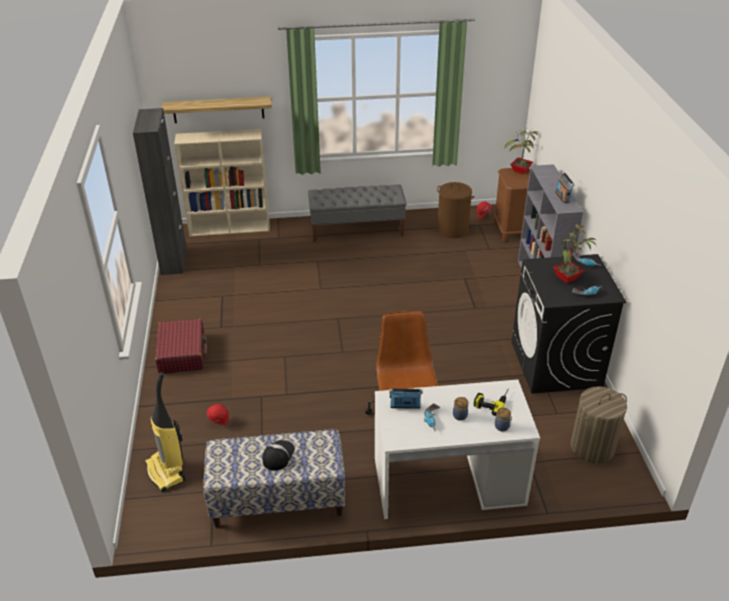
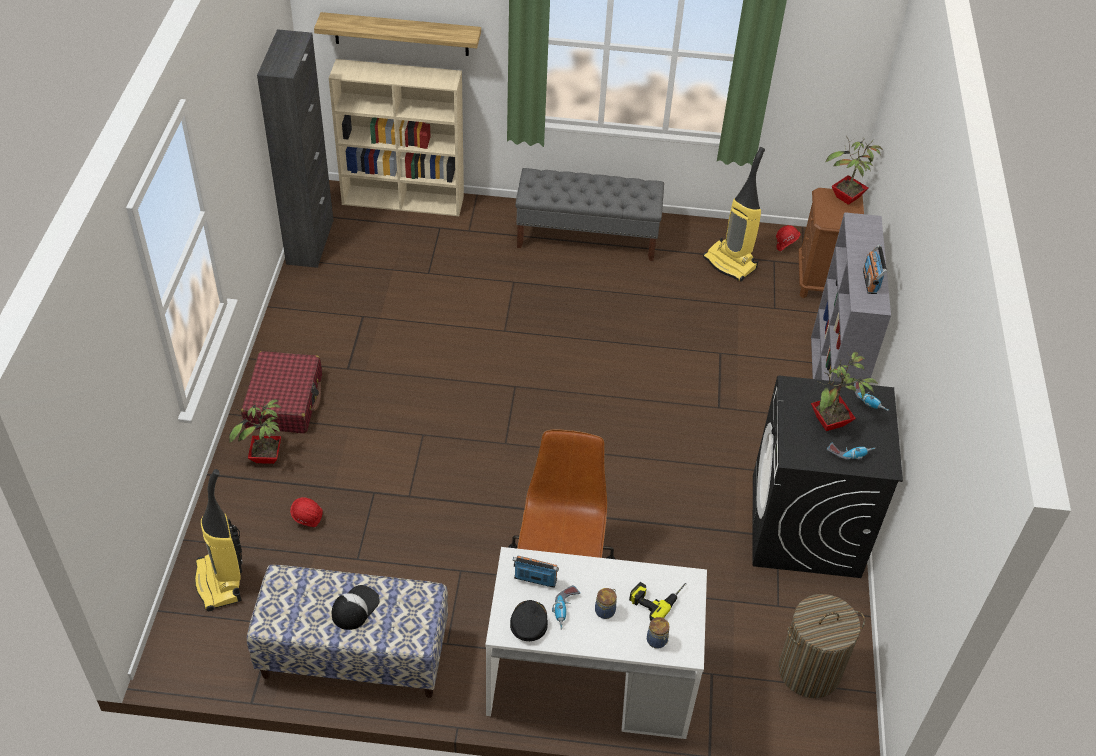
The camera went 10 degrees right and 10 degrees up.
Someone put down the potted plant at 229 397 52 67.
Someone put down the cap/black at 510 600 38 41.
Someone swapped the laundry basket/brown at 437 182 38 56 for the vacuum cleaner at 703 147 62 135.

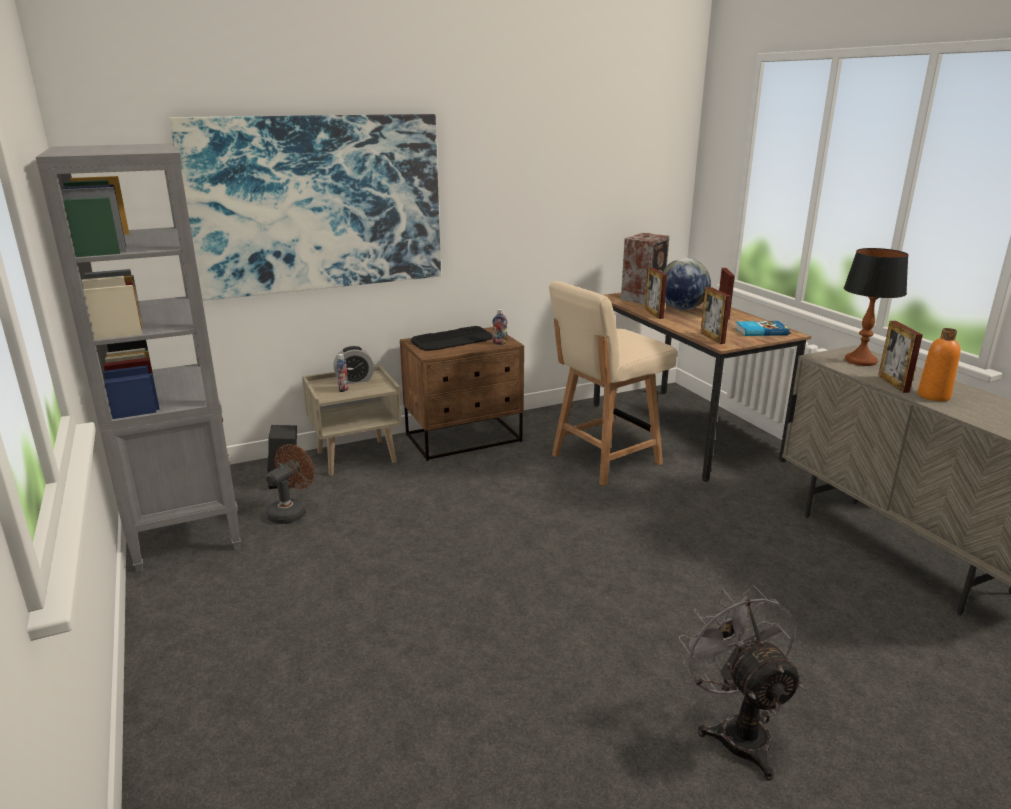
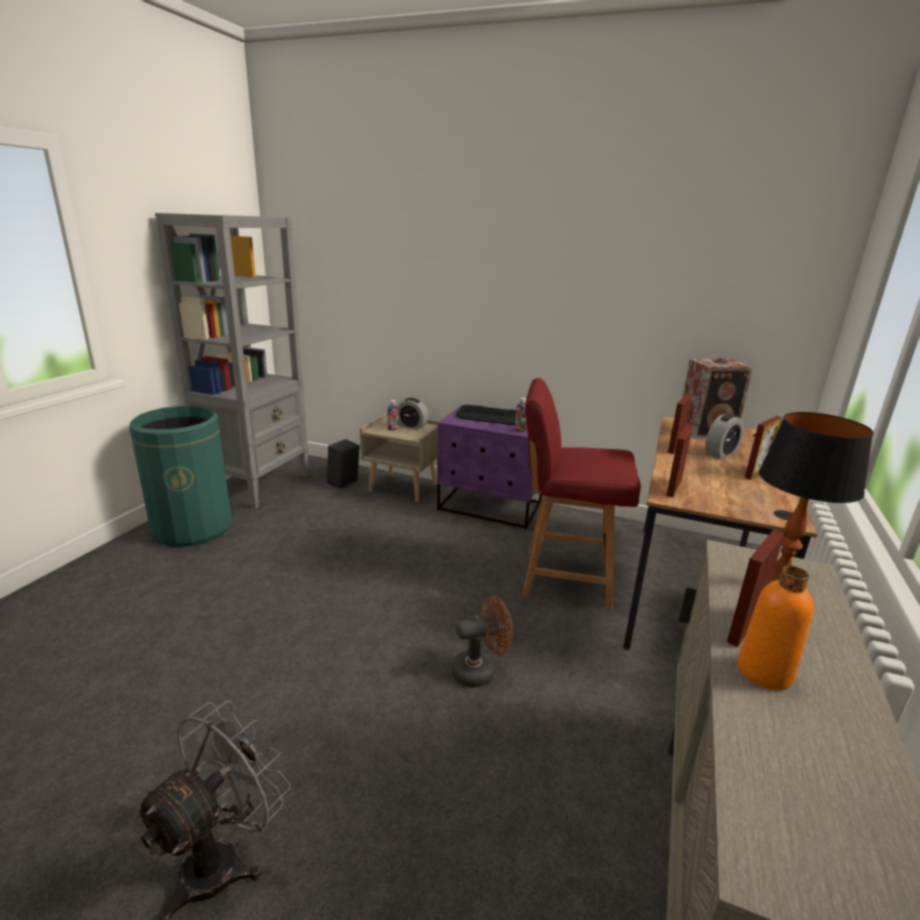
The camera went 45 degrees right and 0 degrees up.
Someone took away the picture at 169 114 272 187.
Someone took away the book at 735 321 54 15.
Someone put down the trash can/green at 129 406 103 141.
Someone carried the fan/brown from 266 444 49 80 to 452 596 61 92.
Someone swapped the globe at 662 258 49 52 for the alarm clock at 705 414 39 44.
Someone repainted the nightstand/brown at 400 327 124 134, which became the nightstand/purple at 437 405 105 125.
Someone repainted the chair/beige at 549 281 128 205, which became the chair/red at 522 378 119 231.

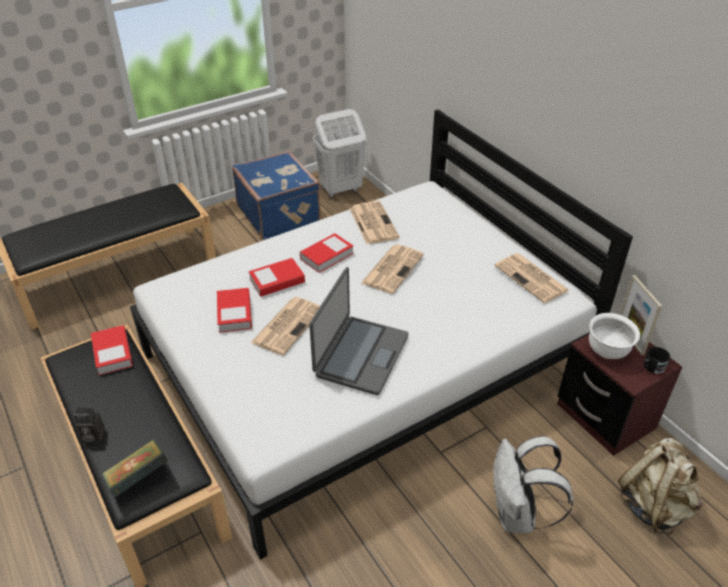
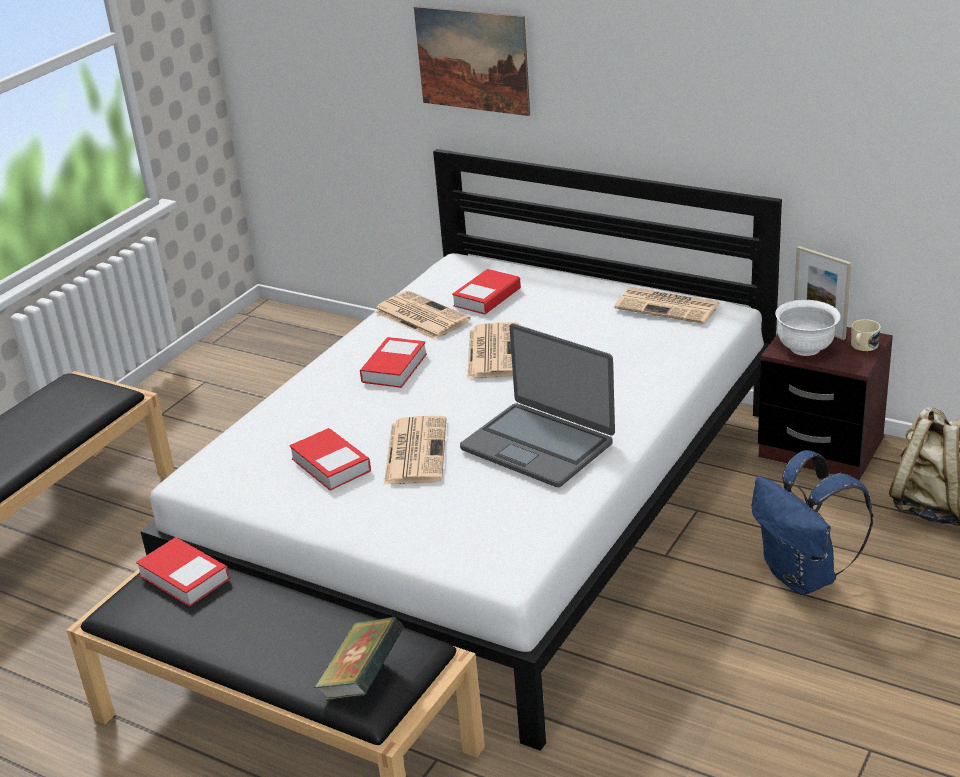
The camera went 25 degrees left and 10 degrees down.
Someone took away the photo camera at 73 407 32 35.
Someone took away the suitcase/blue at 232 151 89 89.
Someone took away the laundry basket/white at 313 109 54 89.
Someone put up the picture at 414 6 116 110.
Someone carried the book from 249 258 56 39 to 452 269 69 46.
Someone repainted the backpack/white at 493 436 80 97, which became the backpack/blue at 752 450 121 145.
Someone repainted the mug/black at 644 347 26 27, which became the mug/beige at 851 319 30 32.
Someone rotated the laptop at 309 267 100 128 by 135 degrees clockwise.

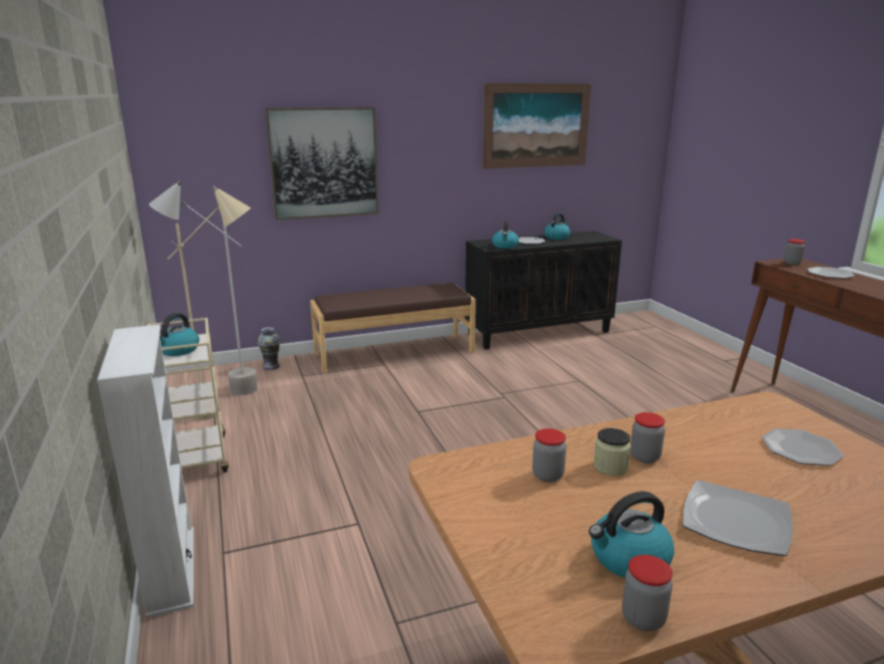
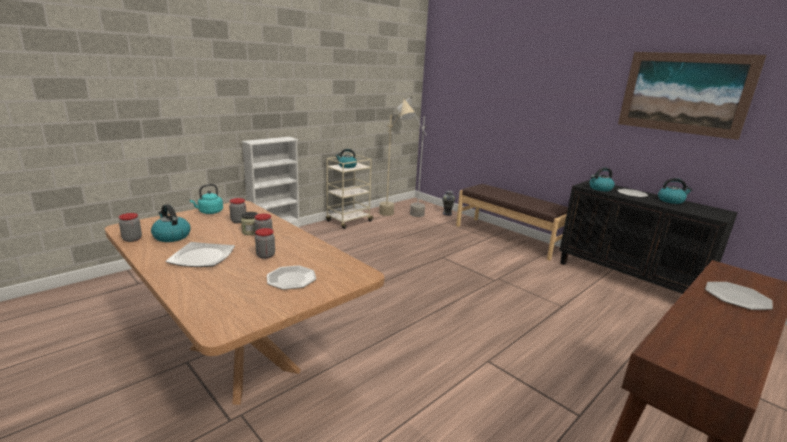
The camera went 65 degrees right and 0 degrees up.
Someone took away the picture at 265 107 114 113.
Someone put down the kettle/turquoise at 190 184 33 30.
Someone carried the jar from 784 239 21 26 to 255 228 20 31.

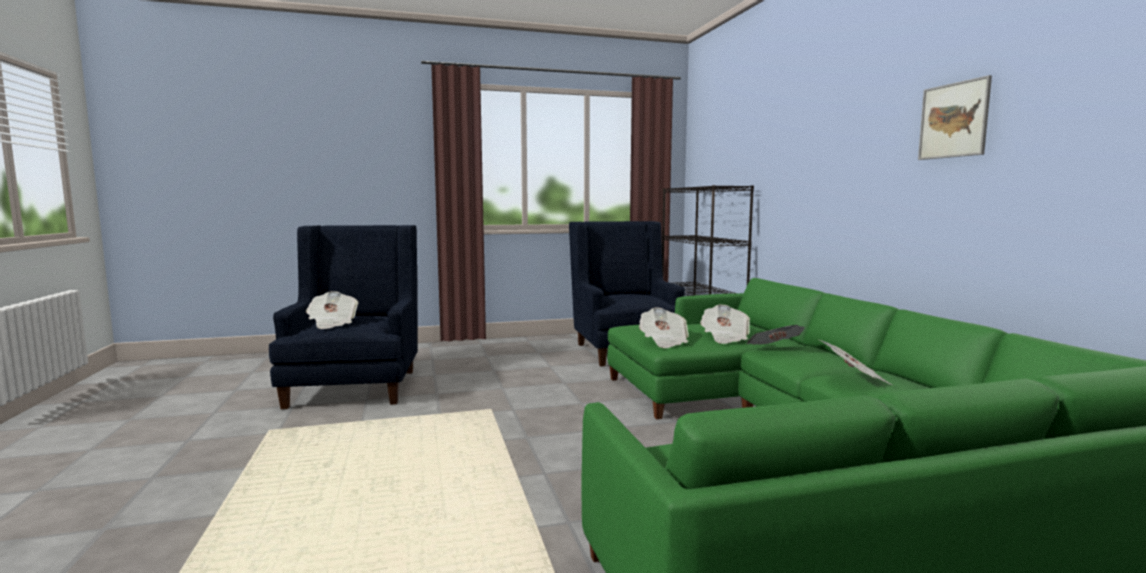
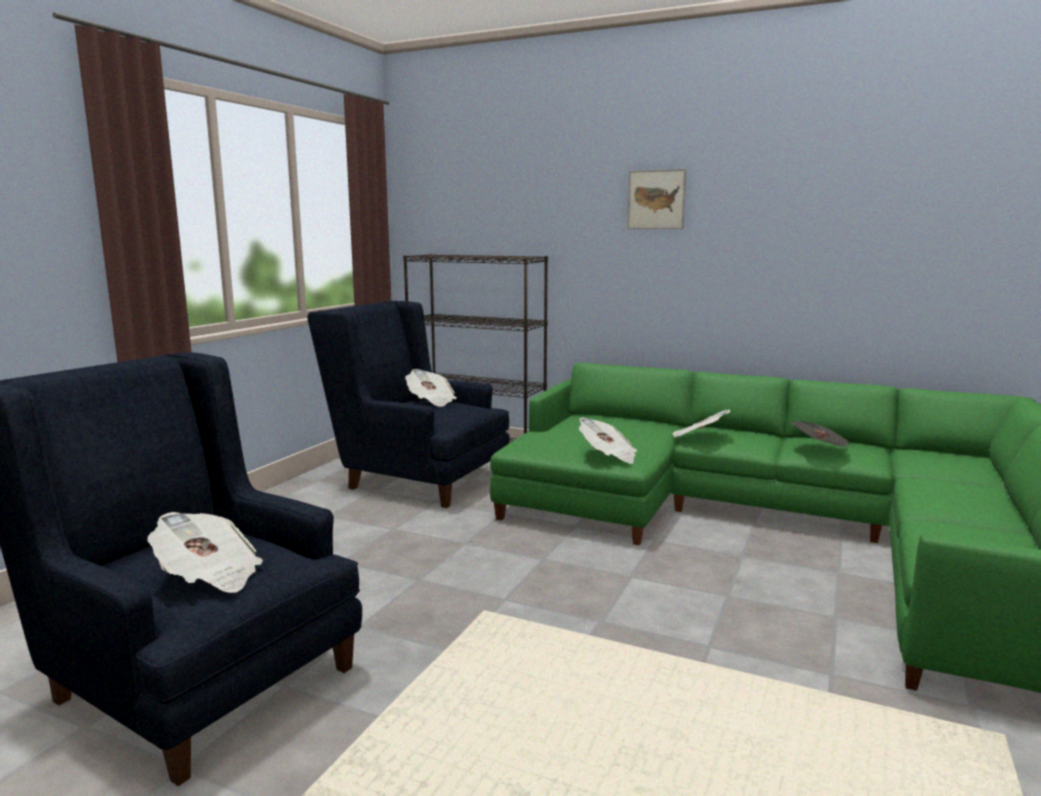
The camera went 50 degrees left and 5 degrees up.
Someone carried the newspaper from 700 304 50 40 to 405 369 52 38.
Someone carried the picture from 918 75 74 85 to 627 169 60 60.

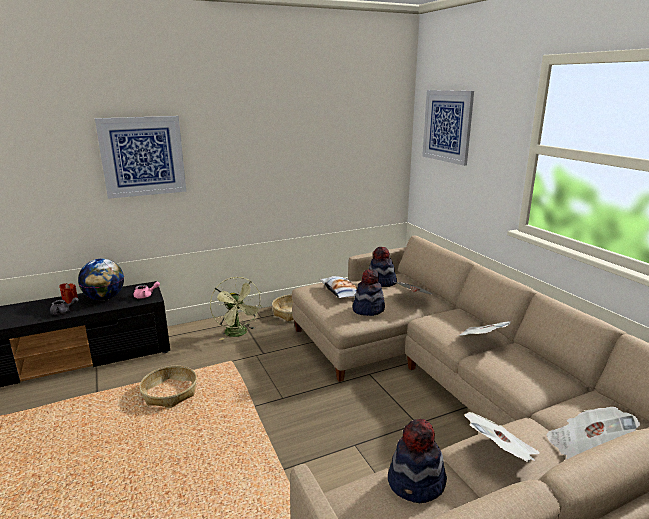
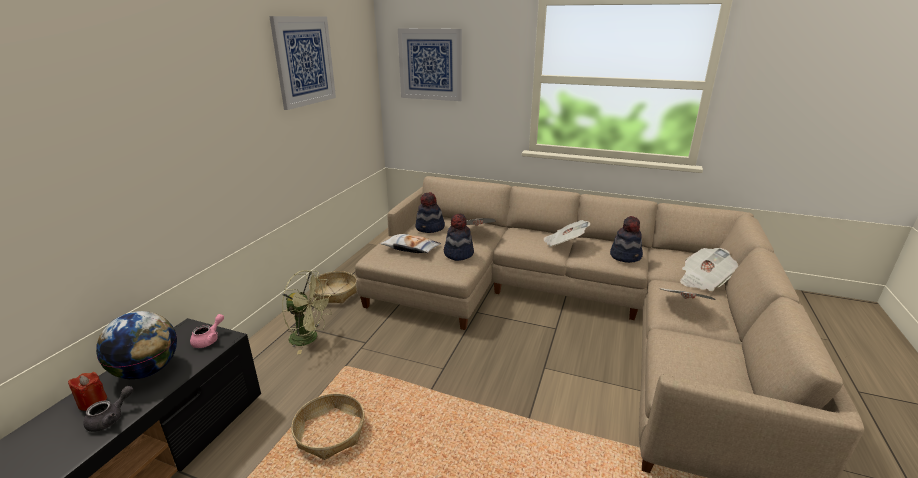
The camera went 45 degrees left and 5 degrees up.
Someone carried the picture from 95 116 92 83 to 269 16 67 94.
Someone carried the hat from 388 419 59 84 to 610 216 33 47.

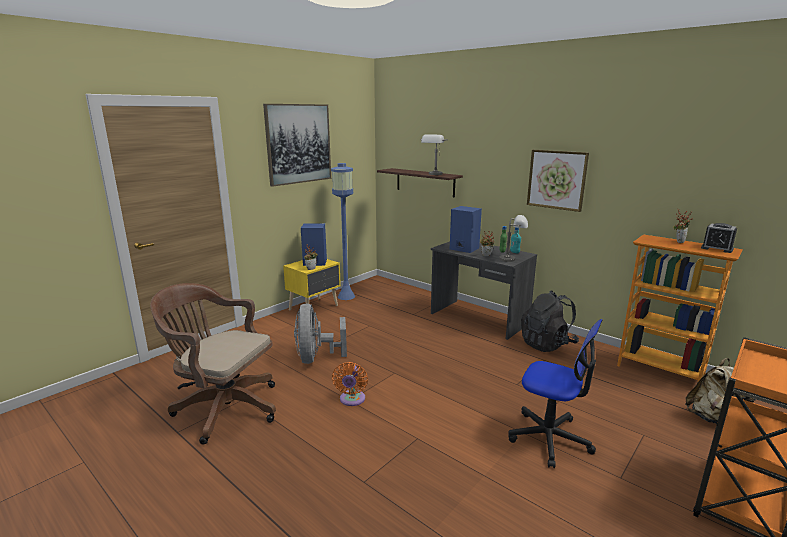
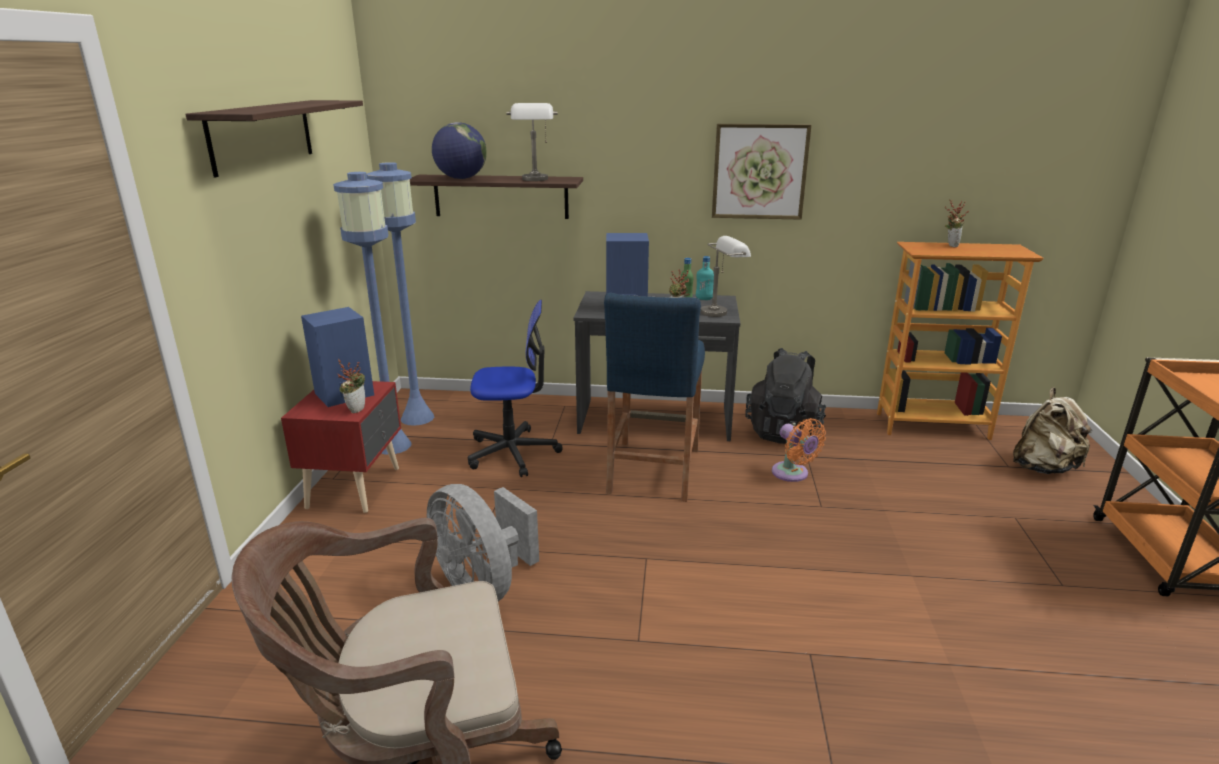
The camera went 35 degrees left and 5 degrees up.
Someone took away the alarm clock at 701 223 36 30.
Someone put down the floor lamp/blue at 367 162 67 264.
Someone put down the globe at 432 122 55 57.
Someone put down the stool/blue at 604 292 101 210.
Someone carried the fan/orange from 332 362 36 44 to 772 418 54 64.
Someone carried the office chair from 508 319 95 149 to 468 300 94 177.
Someone swapped the picture at 263 104 68 83 for the shelf at 185 100 178 78.
Someone repainted the nightstand/yellow at 283 259 58 51, which became the nightstand/red at 281 381 120 132.

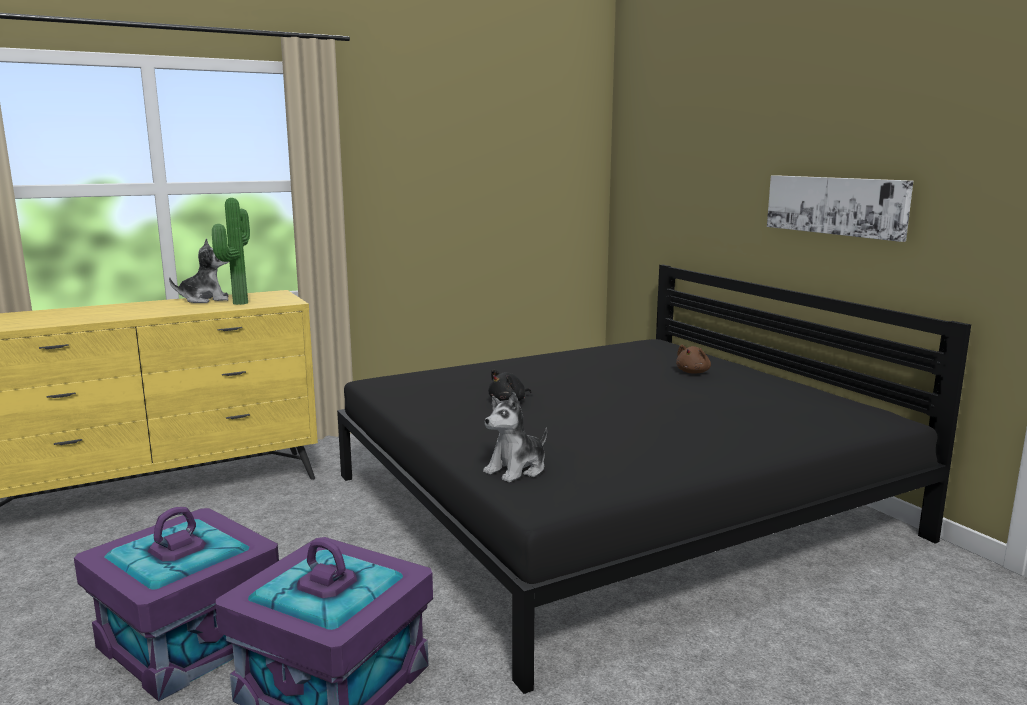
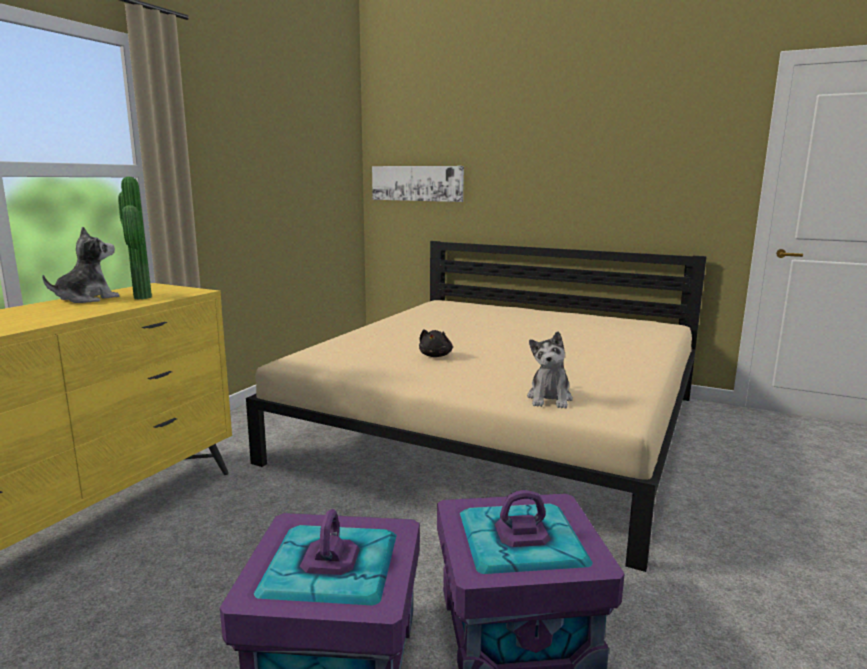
The camera went 35 degrees left and 0 degrees up.
Someone took away the plush toy/brown at 676 345 35 29.
Someone carried the picture from 767 175 146 67 to 372 166 92 36.
Someone repainted the bed/black at 337 265 634 429, which became the bed/beige at 246 241 461 331.

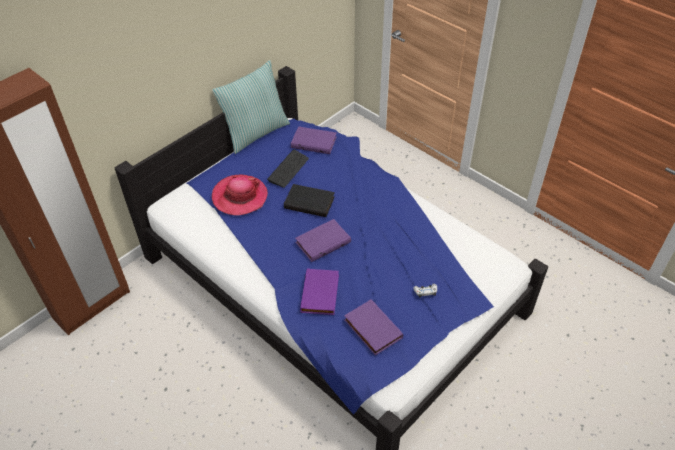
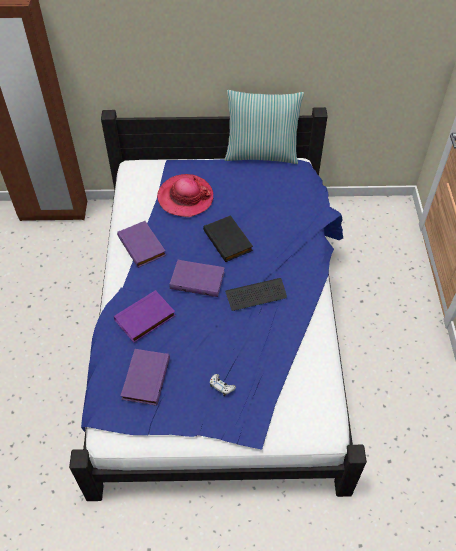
The camera went 45 degrees right and 5 degrees up.
Someone carried the keyboard from 267 149 42 39 to 225 278 62 33.
Someone carried the book/purple from 291 126 46 28 to 117 221 49 47.

